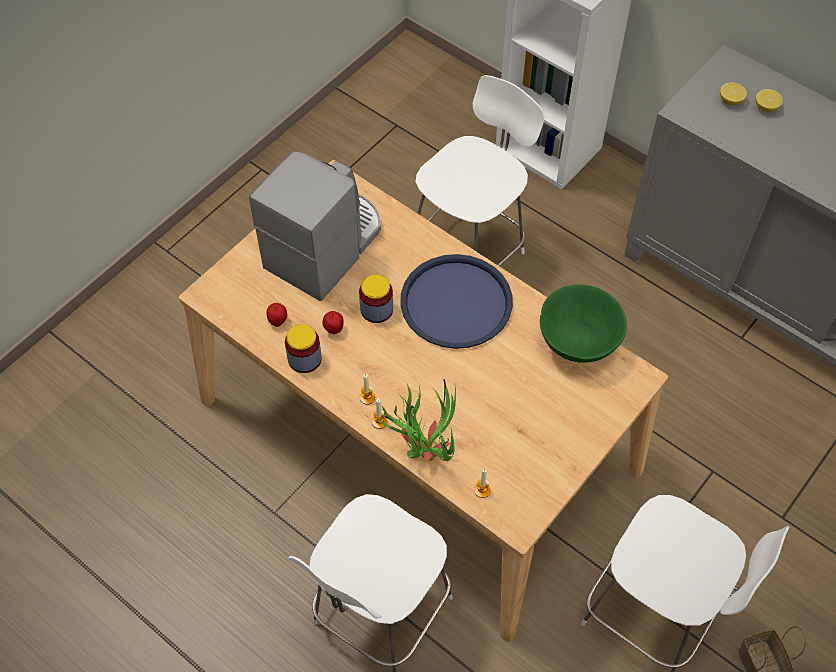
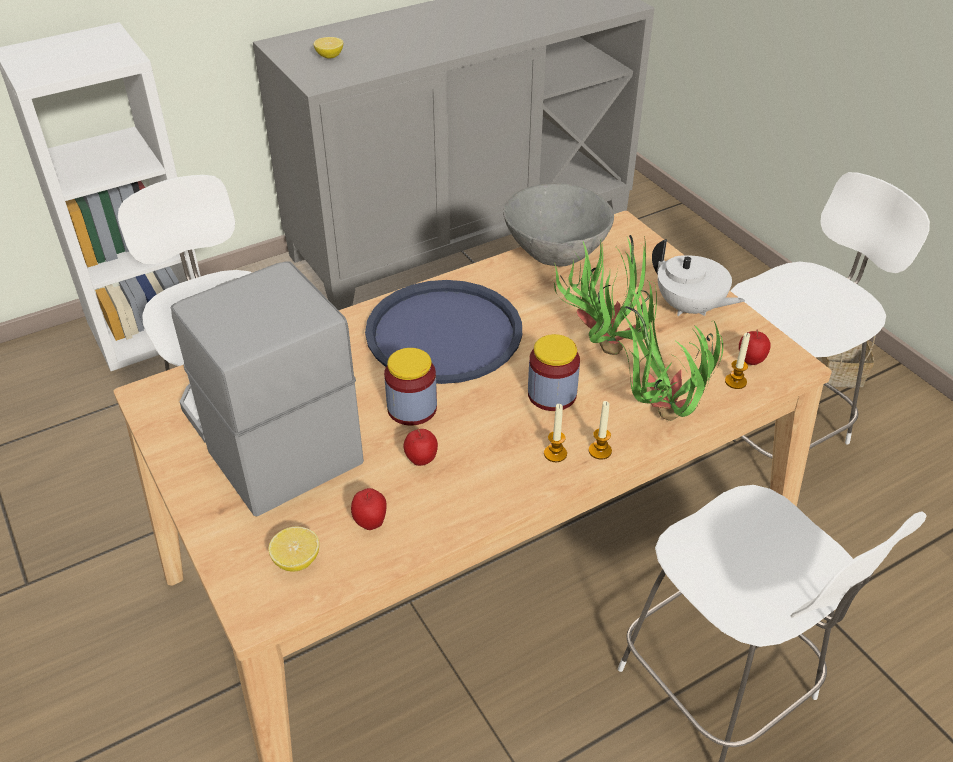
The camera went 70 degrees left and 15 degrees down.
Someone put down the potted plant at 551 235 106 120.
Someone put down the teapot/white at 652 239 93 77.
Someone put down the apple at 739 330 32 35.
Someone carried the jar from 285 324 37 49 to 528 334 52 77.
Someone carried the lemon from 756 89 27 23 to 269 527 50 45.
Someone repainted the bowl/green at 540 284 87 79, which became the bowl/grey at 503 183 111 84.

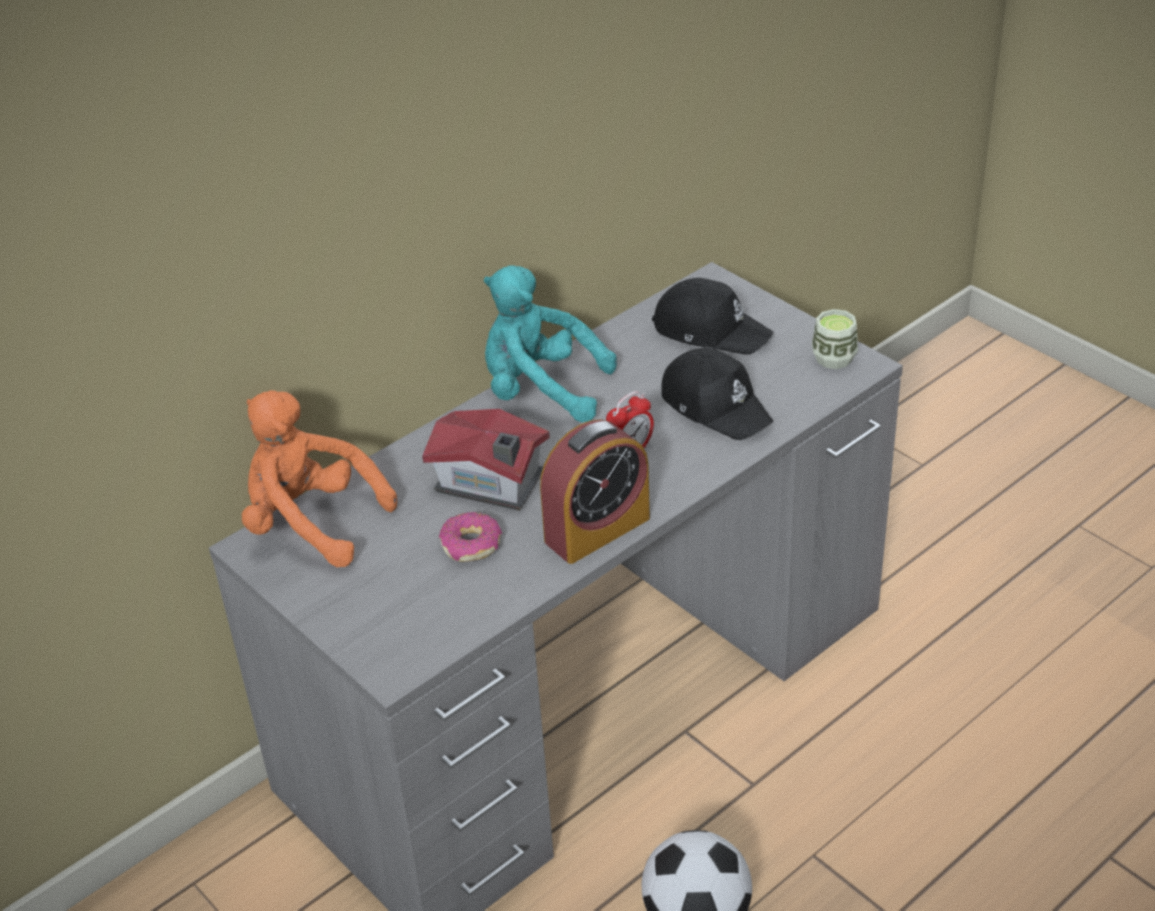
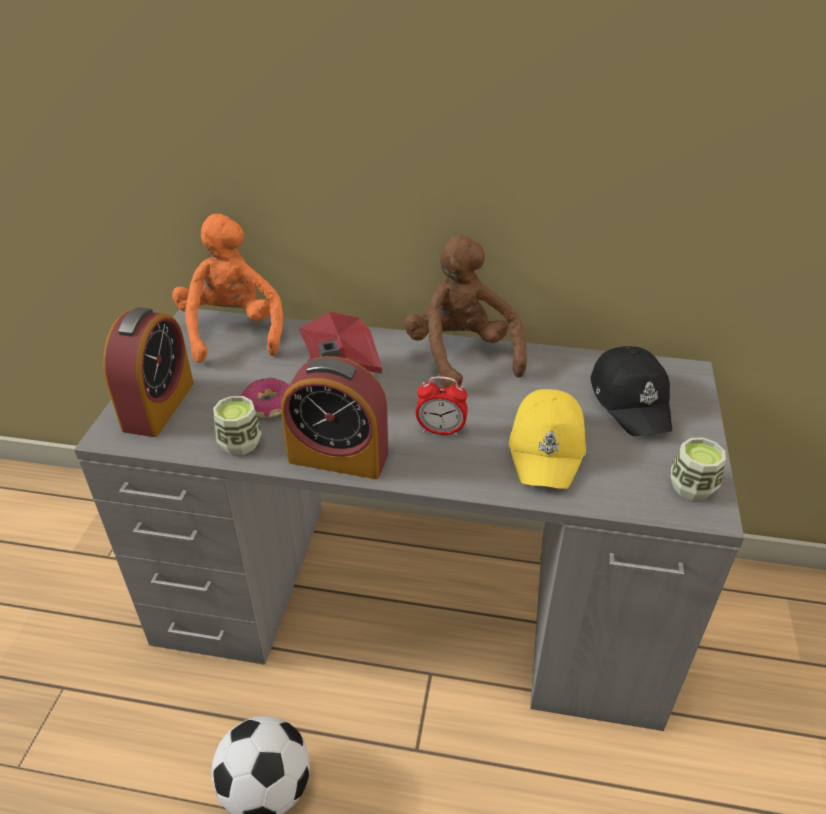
The camera went 50 degrees right and 0 degrees up.
Someone put down the alarm clock at 103 307 91 130.
Someone put down the cup at 213 396 49 59.
Someone repainted the plush toy/turquoise at 484 265 133 158, which became the plush toy/brown at 404 235 123 153.
Someone repainted the cap/black at 661 348 112 92, which became the cap/yellow at 509 389 77 100.

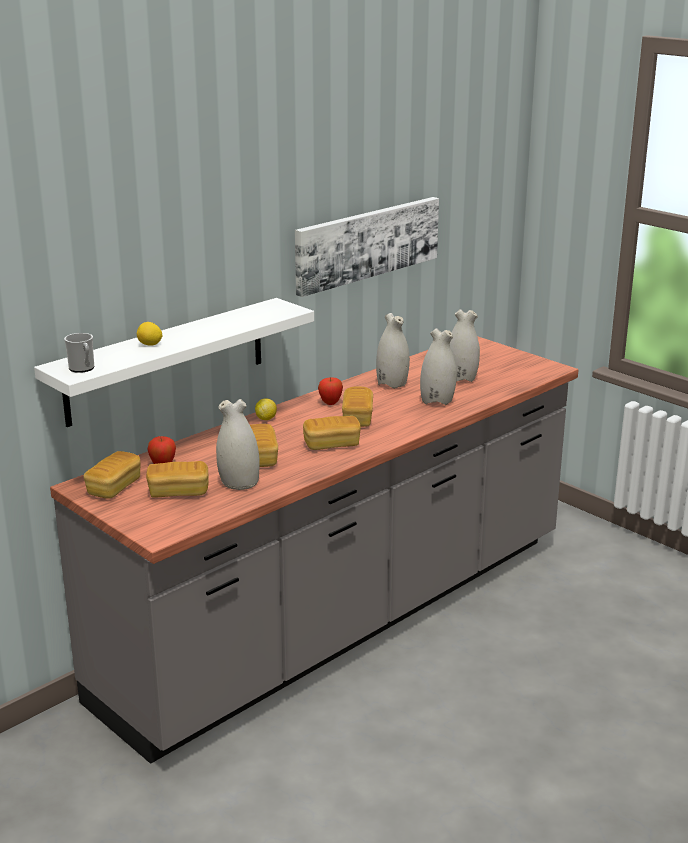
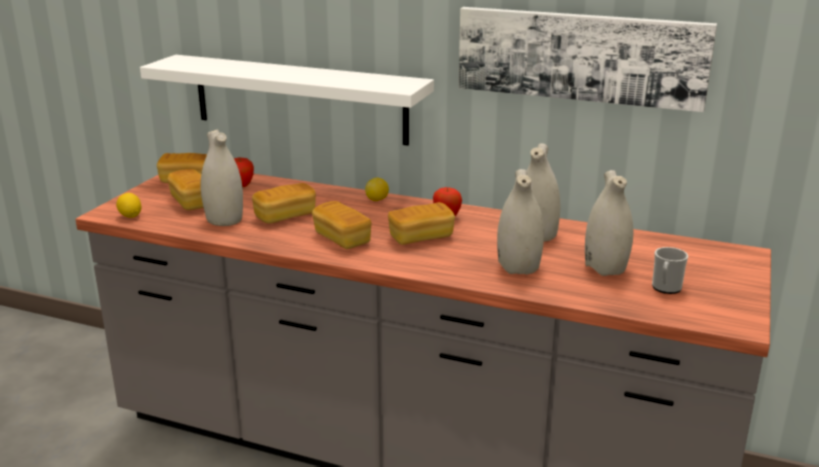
The camera went 65 degrees right and 0 degrees up.
Someone carried the mug from 64 333 30 40 to 652 247 36 47.
Someone carried the lemon from 137 322 25 24 to 116 193 25 25.

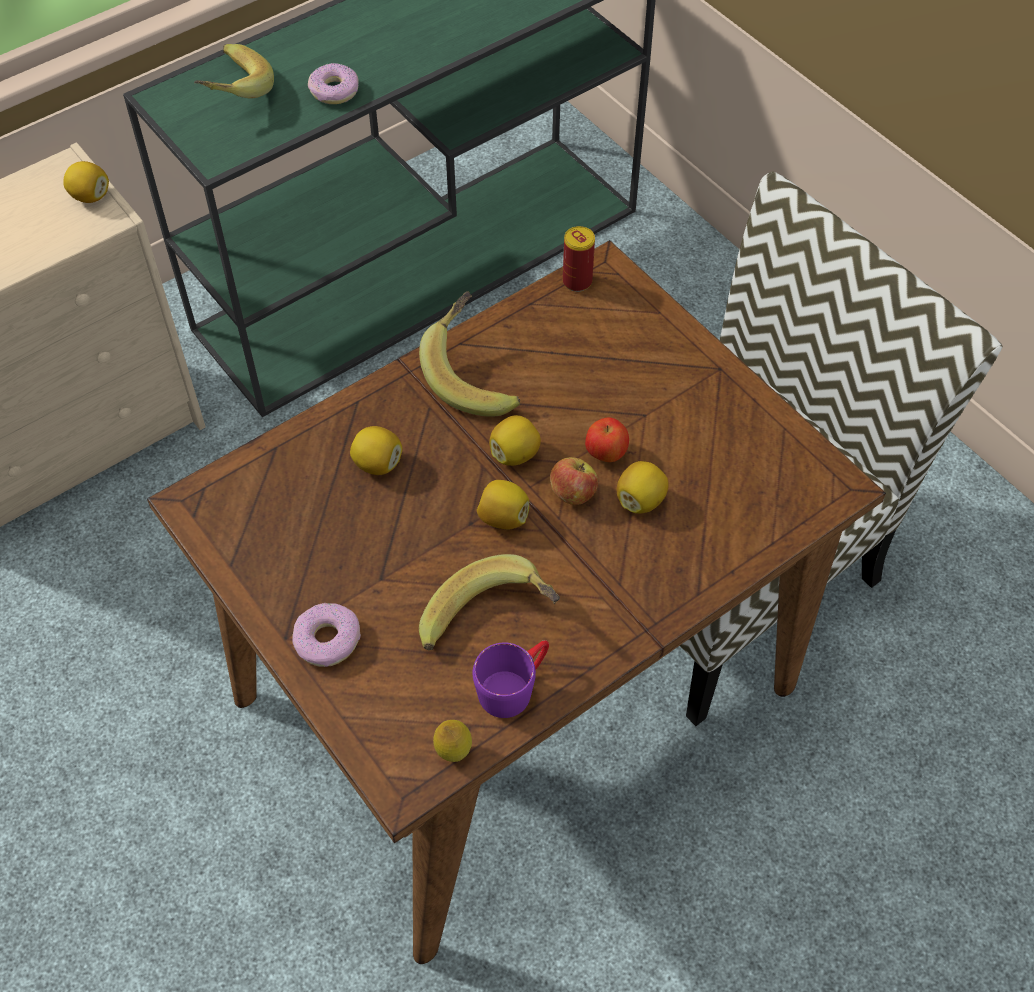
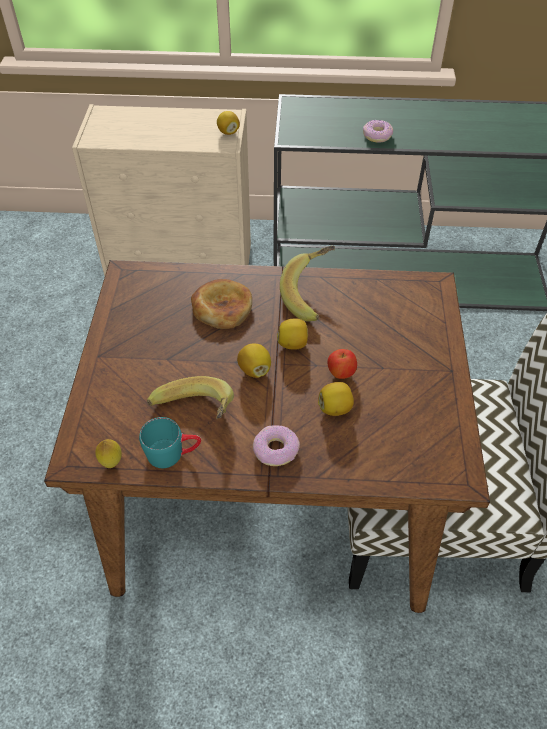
The camera went 40 degrees right and 5 degrees down.
Someone took away the banana at 194 44 80 55.
Someone took away the apple at 550 457 48 48.
Someone took away the can at 563 226 32 66.
Someone carried the donut from 293 603 68 64 to 253 425 47 41.
Someone swapped the lemon at 350 426 52 49 for the bread at 191 279 61 50.
Someone repainted the mug/purple at 473 640 76 78, which became the mug/turquoise at 139 417 62 51.

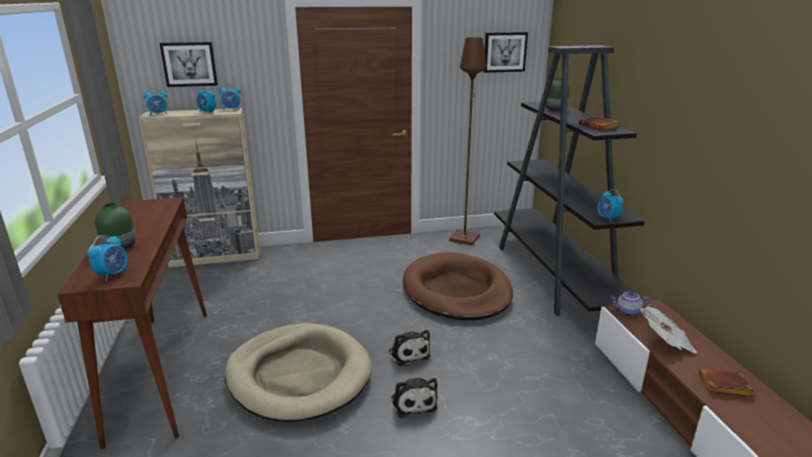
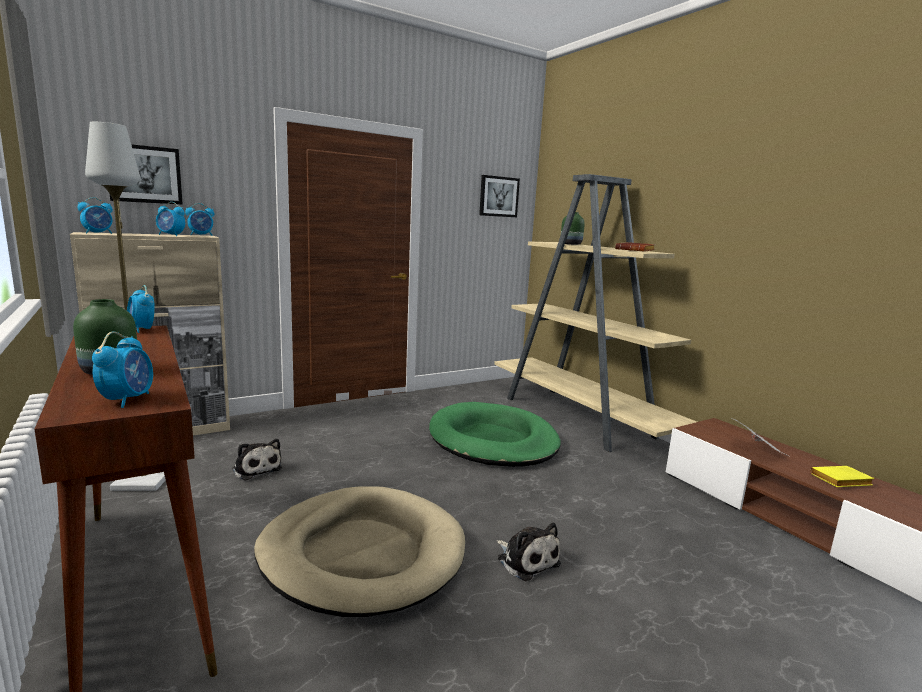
The camera went 20 degrees left and 10 degrees down.
Someone took away the floor lamp/brown at 449 37 37 208.
Someone took away the teapot at 610 291 41 26.
Someone put down the floor lamp/grey at 85 122 81 369.
Someone carried the plush toy from 389 330 41 37 to 232 439 50 42.
Someone carried the alarm clock from 597 189 27 33 to 127 285 28 48.
Someone repainted the dog bed/brown at 402 252 111 68, which became the dog bed/green at 429 402 131 65.
Someone repainted the bookcase/black at 494 45 152 271, which became the bookcase/beige at 494 174 203 278.
Someone repainted the book/brown at 698 368 57 29, which became the book/yellow at 810 466 65 21.

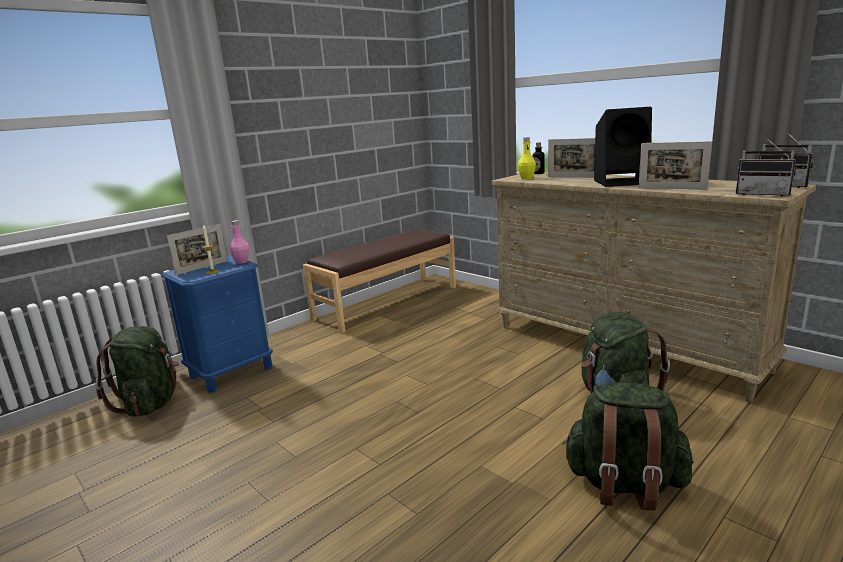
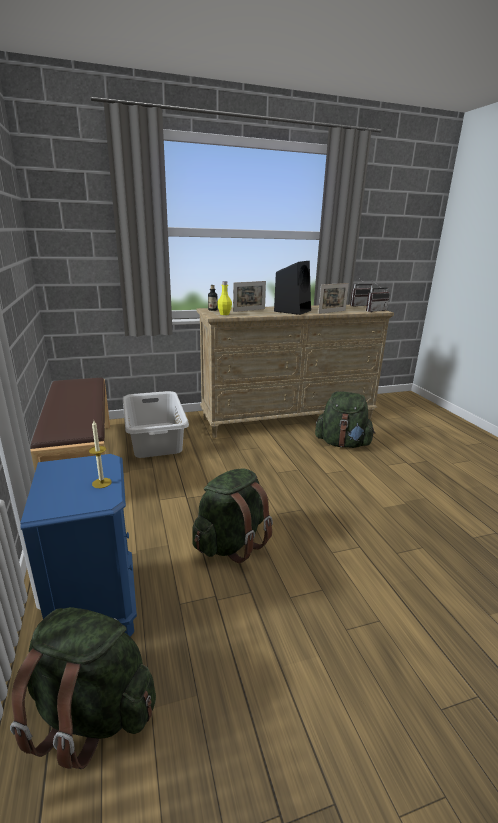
The camera went 65 degrees left and 5 degrees up.
Someone took away the picture frame at 167 224 61 51.
Someone took away the bottle/pink at 230 220 19 44.
Someone put down the laundry basket/grey at 123 391 66 67.
Someone carried the backpack/green from 563 382 130 129 to 192 469 81 94.

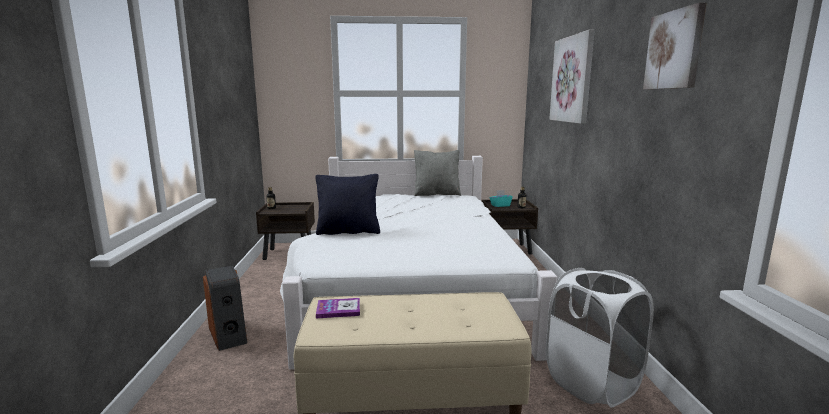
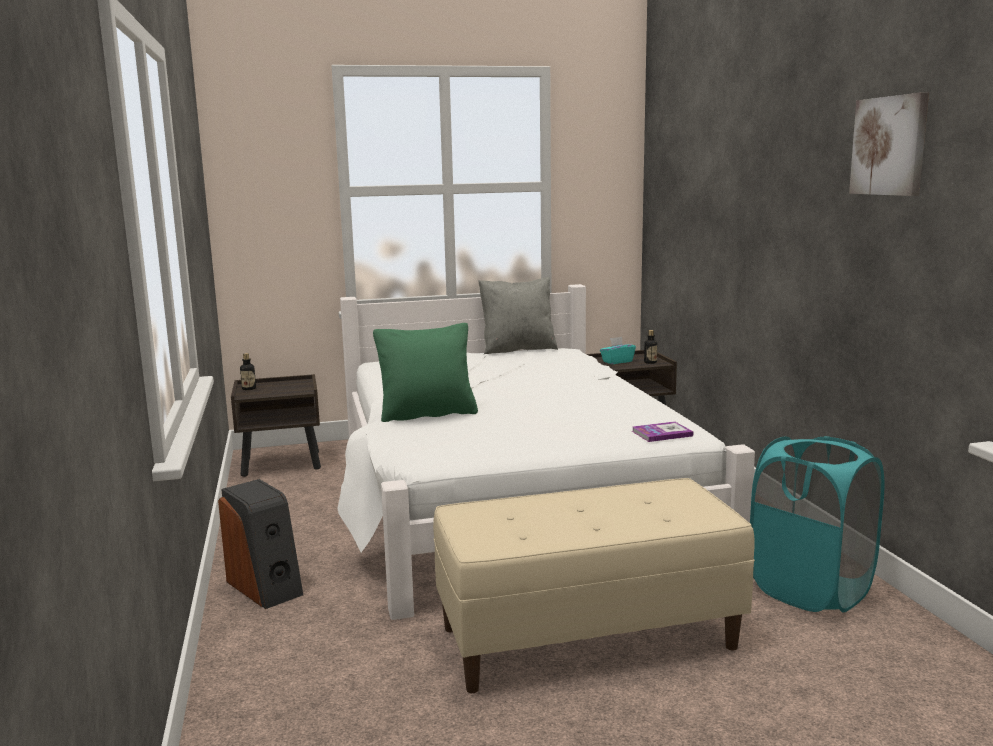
The camera went 10 degrees left and 0 degrees up.
Someone took away the picture at 549 29 46 95.
Someone carried the book from 316 298 44 21 to 632 421 61 21.
Someone repainted the pillow/black at 315 174 65 61, which became the pillow/green at 373 323 105 99.
Someone repainted the laundry basket/white at 546 268 108 139, which became the laundry basket/turquoise at 750 436 135 177.

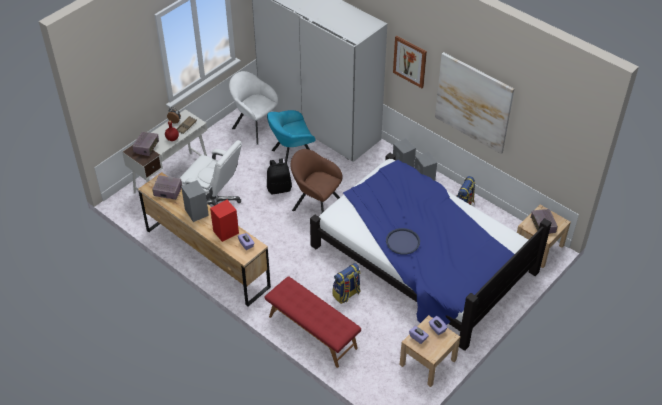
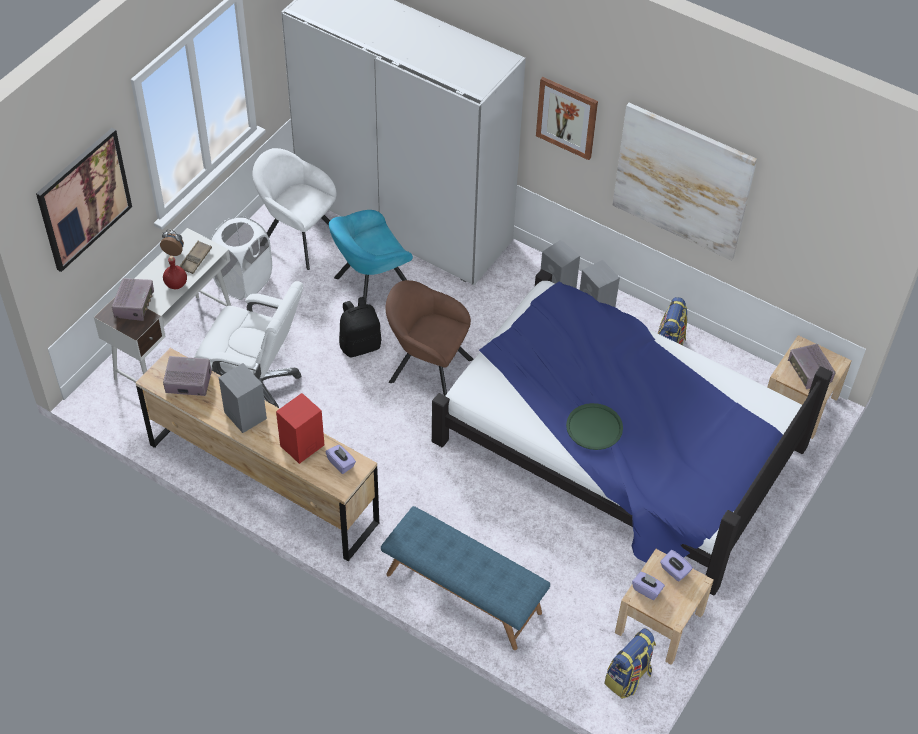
The camera went 10 degrees left and 5 degrees up.
Someone put up the picture at 36 128 96 144.
Someone put down the laundry basket/white at 210 216 62 84.
Someone carried the backpack from 333 263 27 41 to 605 628 51 71.
Someone repainted the bench/red at 265 276 96 92, which became the bench/blue at 381 506 169 144.
Someone repainted the tray/blue at 386 228 34 27, which became the tray/green at 566 403 57 47.

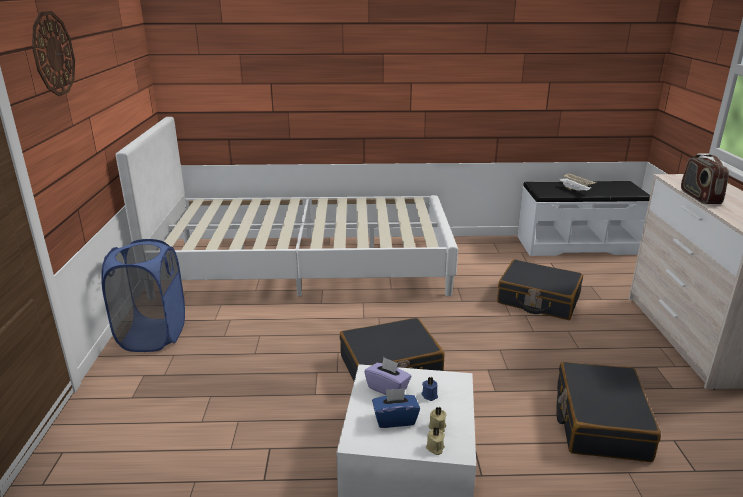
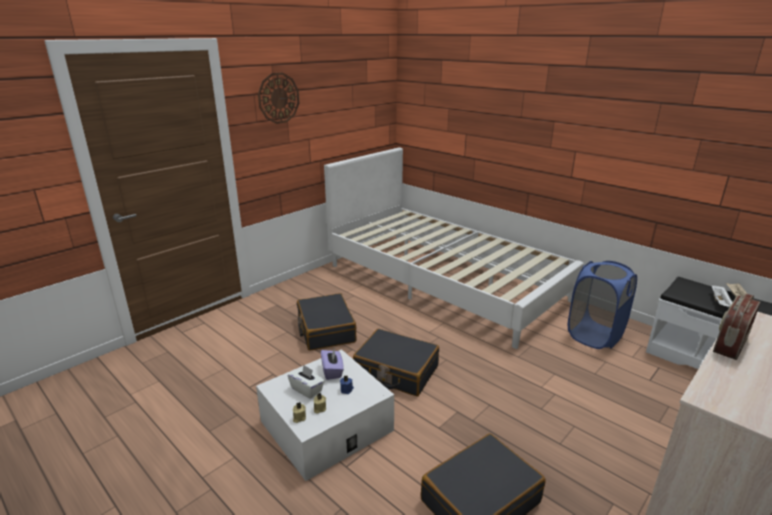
The camera went 45 degrees right and 0 degrees up.
Someone carried the laundry basket/blue from 101 239 84 113 to 568 261 69 88.
Someone carried the suitcase/black from 497 259 86 61 to 297 293 60 58.
Someone repainted the tissue box/blue at 372 388 48 40, which became the tissue box/white at 288 365 37 34.

